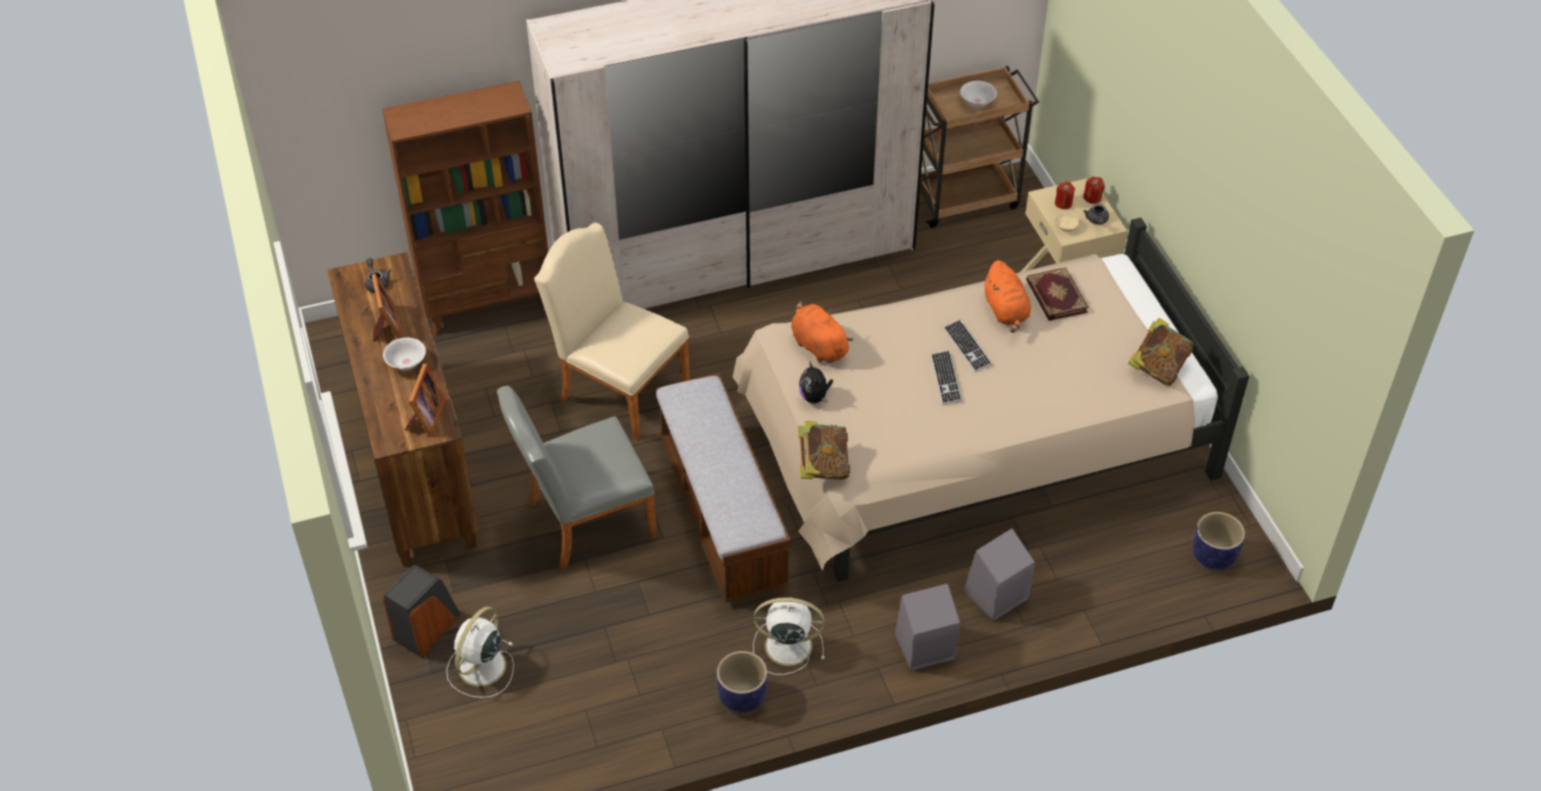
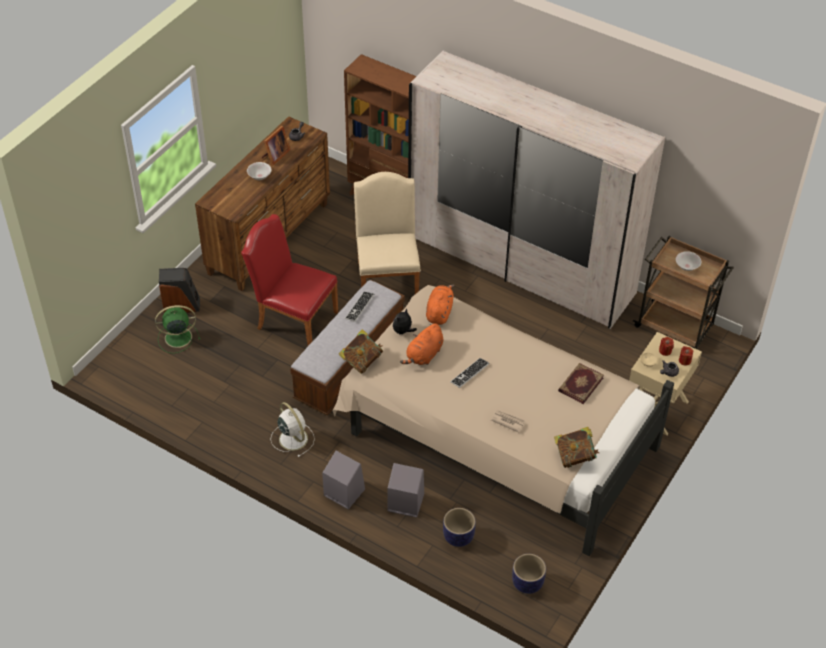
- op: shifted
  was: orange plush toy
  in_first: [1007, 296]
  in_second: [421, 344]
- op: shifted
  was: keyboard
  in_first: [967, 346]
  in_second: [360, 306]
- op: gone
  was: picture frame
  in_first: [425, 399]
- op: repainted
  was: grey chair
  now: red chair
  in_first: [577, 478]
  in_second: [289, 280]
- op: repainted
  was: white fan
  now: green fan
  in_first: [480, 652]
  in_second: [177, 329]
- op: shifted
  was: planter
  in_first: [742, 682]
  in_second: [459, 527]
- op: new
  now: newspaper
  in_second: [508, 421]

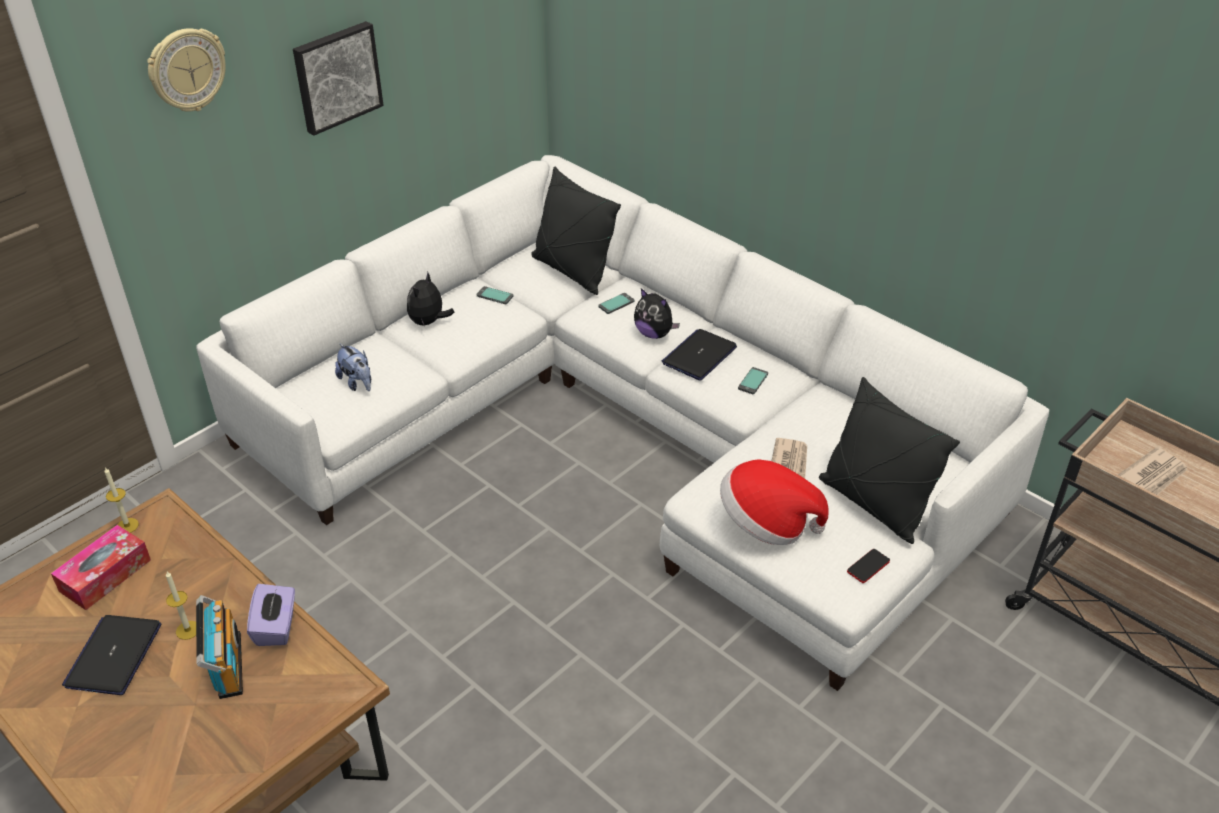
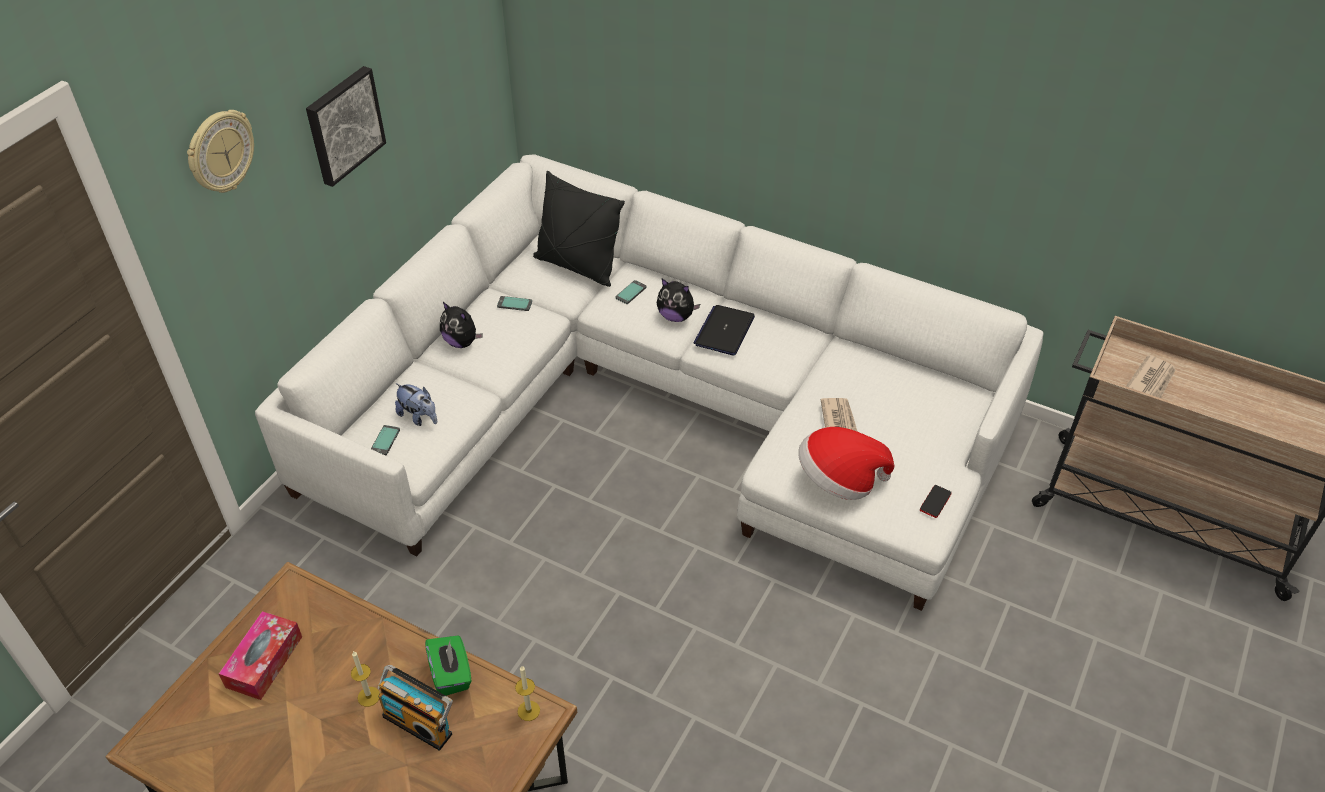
- op: rotated
  was: plush toy
  in_first: [430, 299]
  in_second: [461, 325]
  clockwise: -60
- op: shifted
  was: phone
  in_first: [753, 380]
  in_second: [385, 440]
- op: gone
  was: black pillow
  in_first: [889, 460]
- op: shifted
  was: candle
  in_first: [121, 500]
  in_second: [527, 693]
- op: repainted
  was: purple tissue box
  now: green tissue box
  in_first: [271, 615]
  in_second: [448, 665]
- op: rotated
  was: radio
  in_first: [219, 647]
  in_second: [415, 708]
  clockwise: 150
- op: gone
  was: laptop
  in_first: [111, 655]

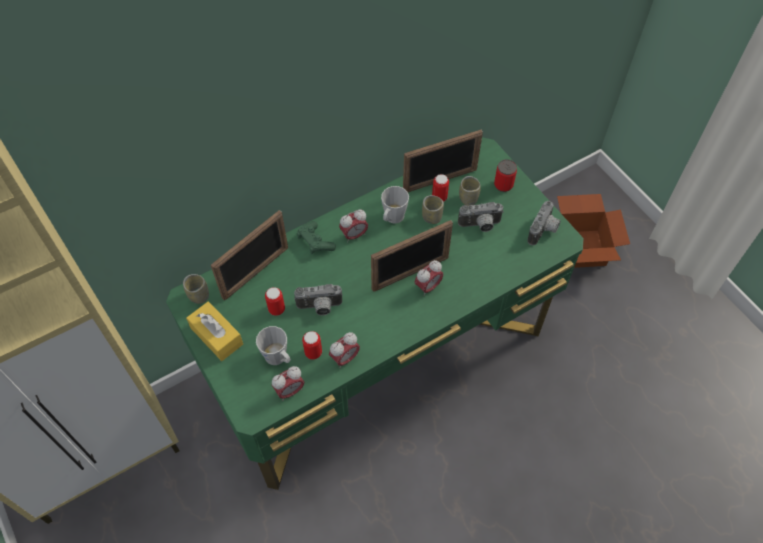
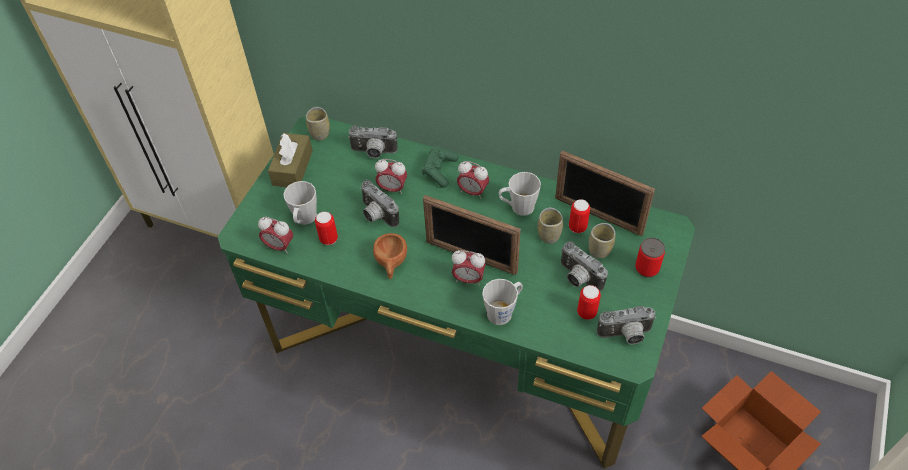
- op: swapped
  was: picture frame
  now: photo camera
  in_first: [249, 255]
  in_second: [373, 141]
- op: shifted
  was: can
  in_first: [275, 301]
  in_second: [589, 302]
- op: repainted
  was: yellow tissue box
  now: brown tissue box
  in_first: [214, 331]
  in_second: [290, 160]
- op: shifted
  was: alarm clock
  in_first: [344, 350]
  in_second: [391, 176]
- op: new
  now: brown cup
  in_second: [390, 256]
- op: new
  now: grey mug
  in_second: [502, 302]

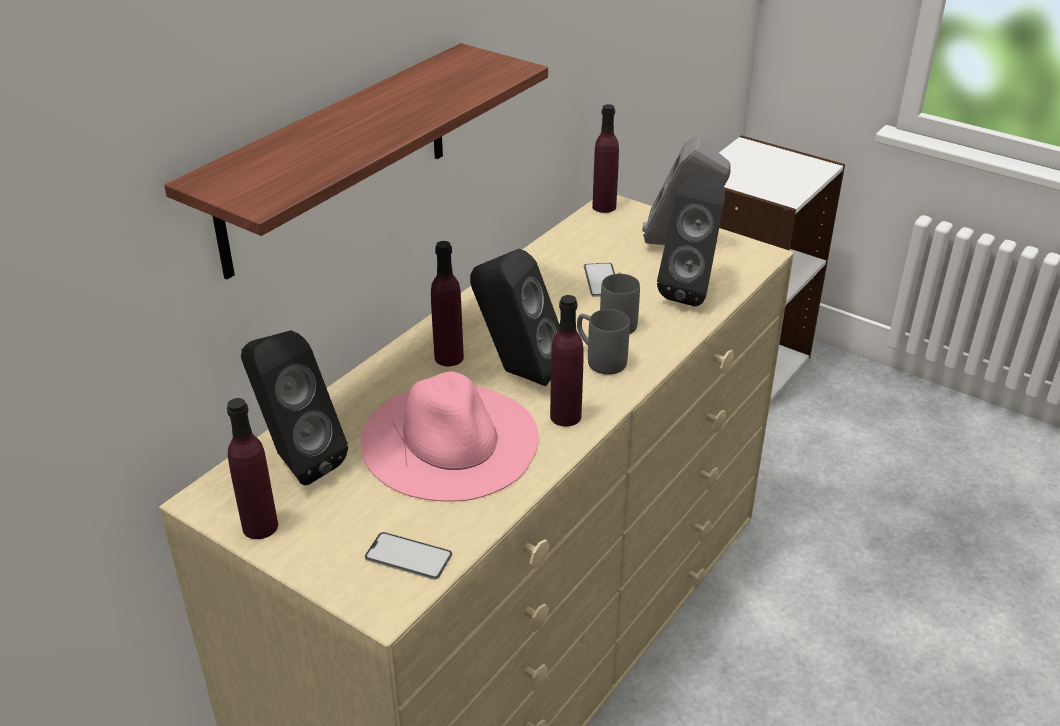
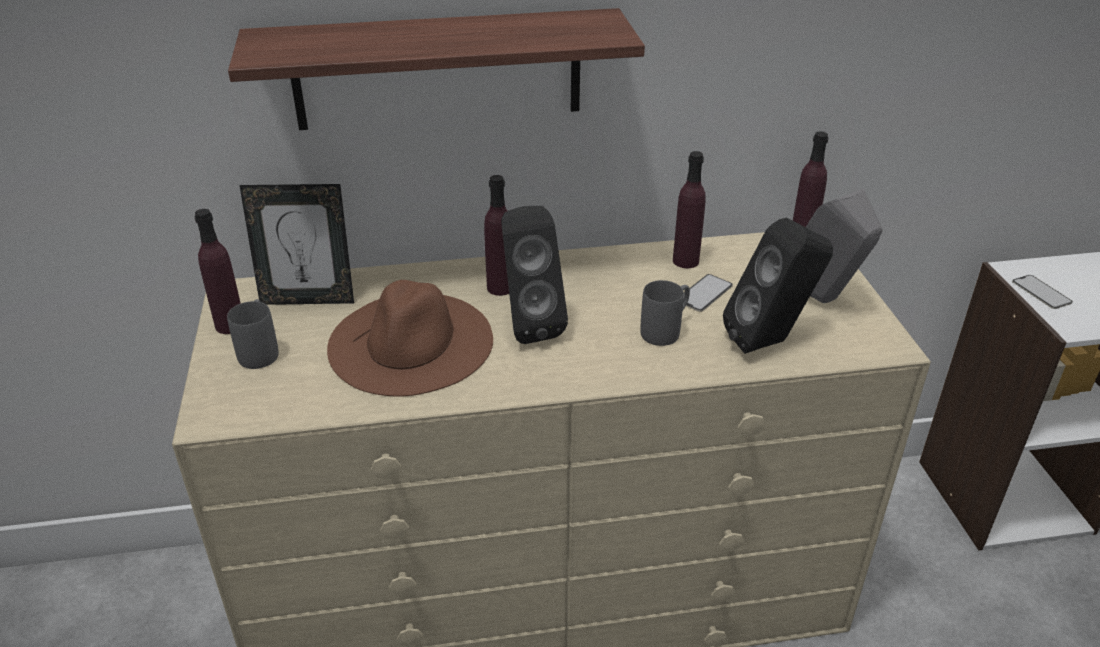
- op: shifted
  was: purple bottle
  in_first: [566, 361]
  in_second: [689, 209]
- op: shifted
  was: grey mug
  in_first: [603, 342]
  in_second: [253, 334]
- op: swapped
  was: black speaker
  now: picture frame
  in_first: [294, 407]
  in_second: [296, 244]
- op: repainted
  was: pink hat
  now: brown hat
  in_first: [450, 436]
  in_second: [410, 338]
- op: shifted
  was: phone
  in_first: [408, 556]
  in_second: [1042, 292]

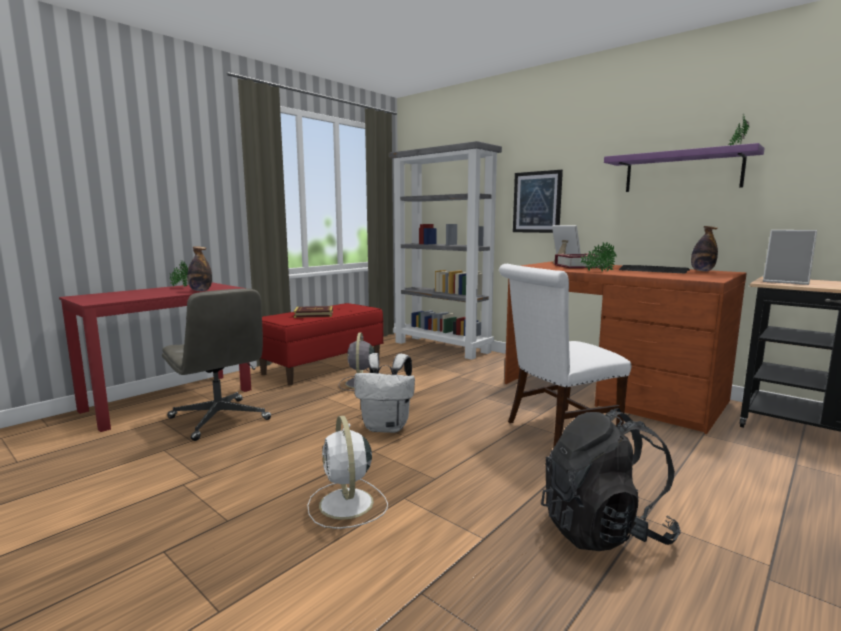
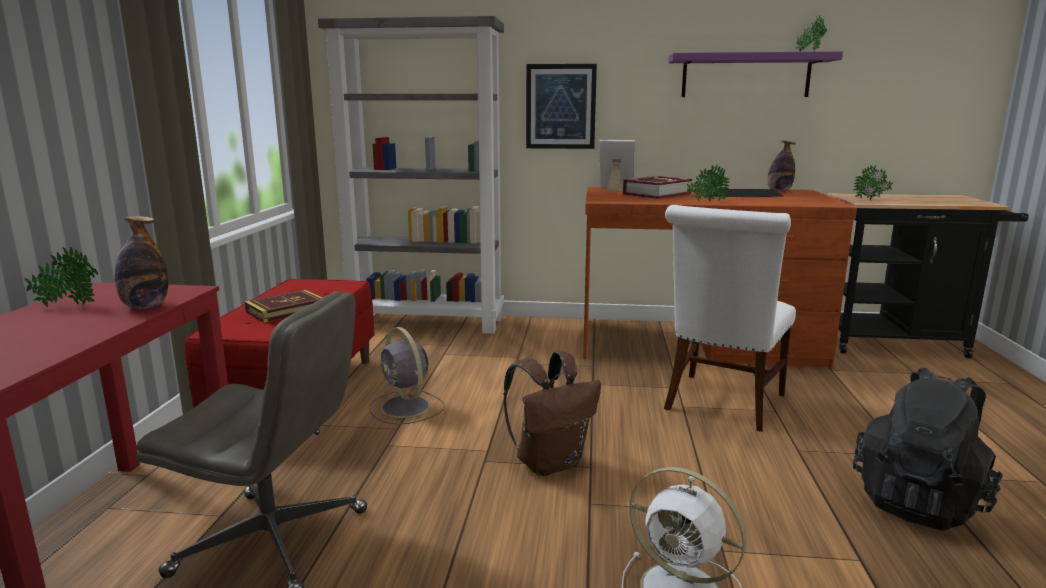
- op: swapped
  was: picture frame
  now: potted plant
  in_first: [790, 257]
  in_second: [873, 182]
- op: repainted
  was: white backpack
  now: brown backpack
  in_first: [385, 393]
  in_second: [552, 413]

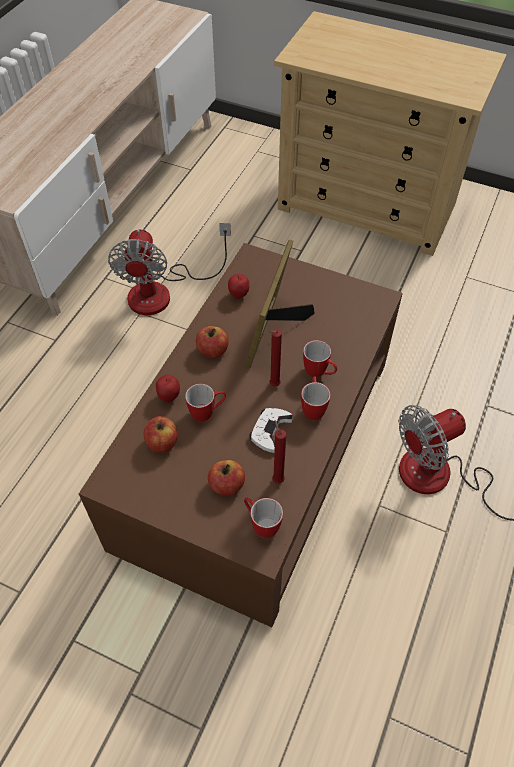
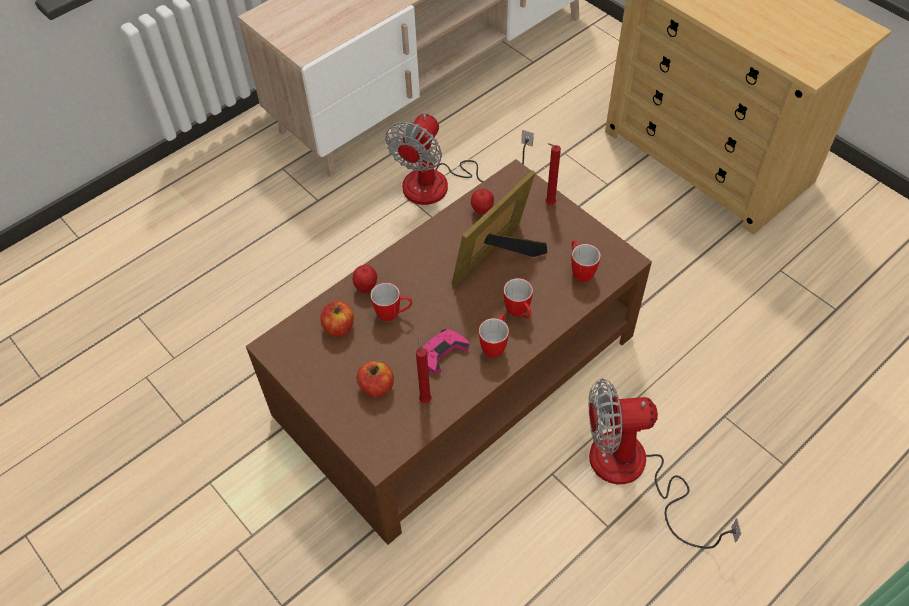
- op: gone
  was: apple
  in_first: [212, 342]
- op: shifted
  was: red candle
  in_first: [275, 358]
  in_second: [553, 174]
- op: repainted
  was: white game controller
  now: pink game controller
  in_first: [271, 430]
  in_second: [445, 351]
- op: shifted
  was: mug
  in_first: [263, 518]
  in_second: [586, 261]

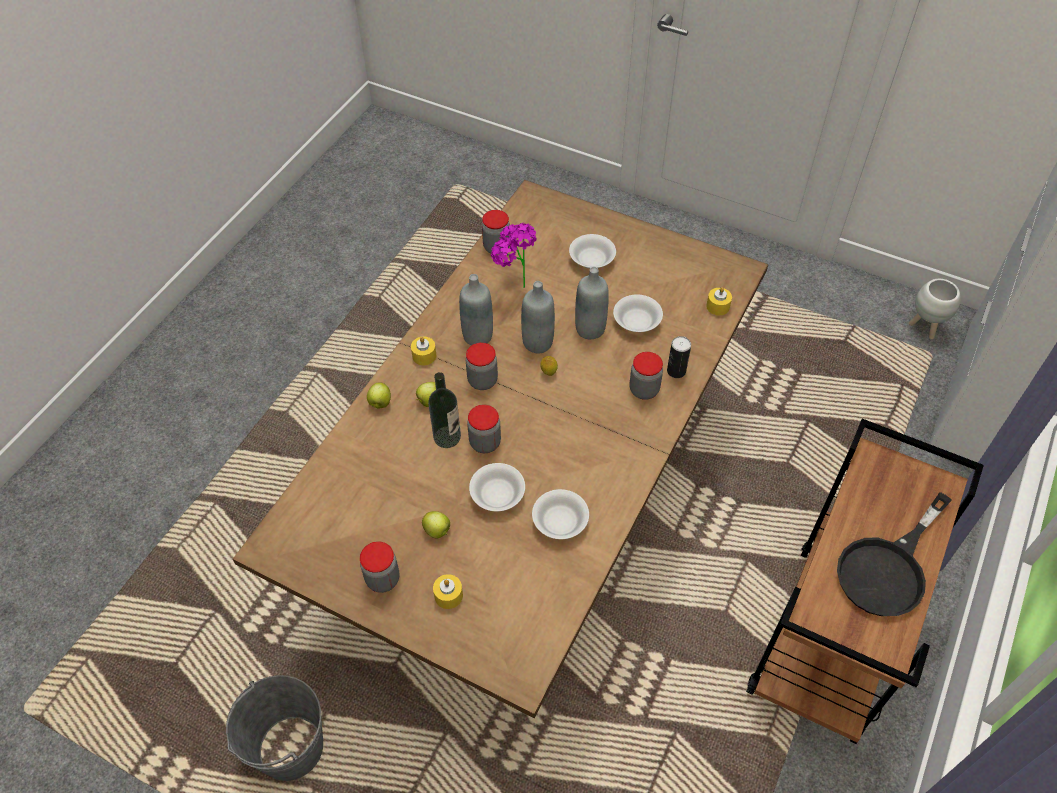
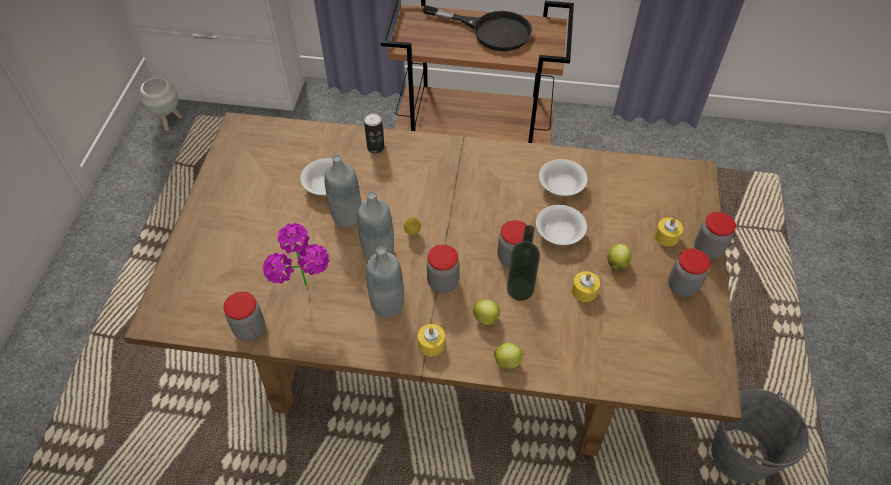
- op: gone
  was: white bowl
  in_first: [592, 251]
- op: shifted
  was: yellow candle
  in_first: [719, 301]
  in_second: [586, 286]
- op: shifted
  was: jar
  in_first: [646, 376]
  in_second: [715, 235]

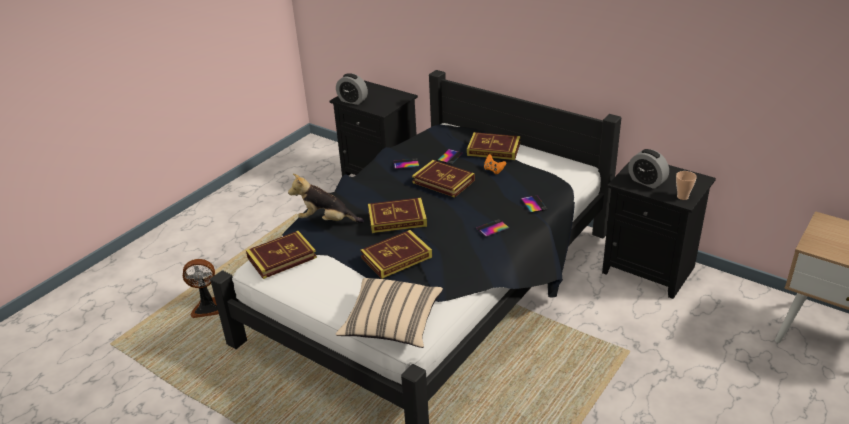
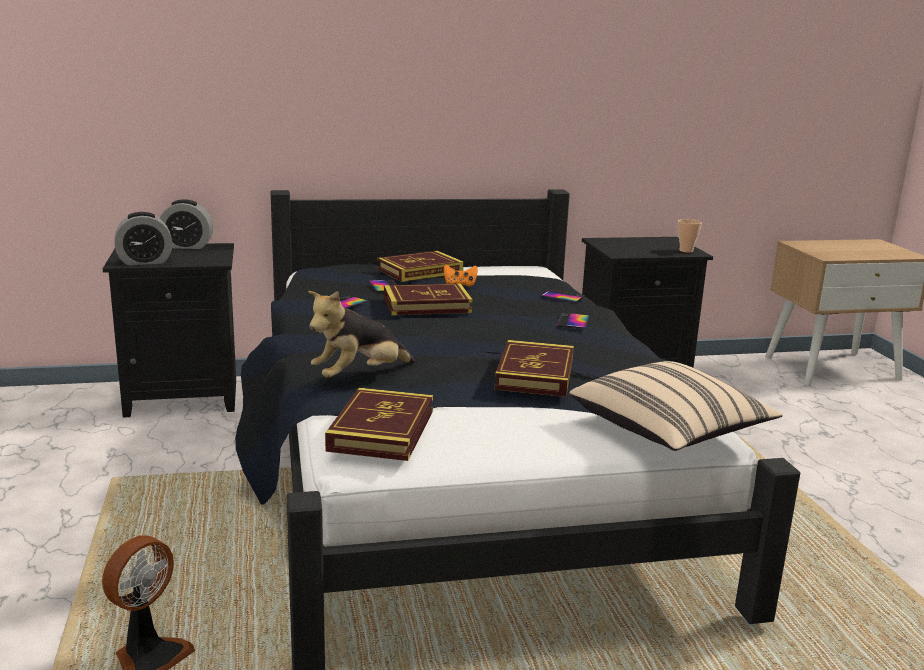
- op: shifted
  was: alarm clock
  in_first: [648, 169]
  in_second: [186, 224]
- op: gone
  was: book
  in_first: [397, 215]

